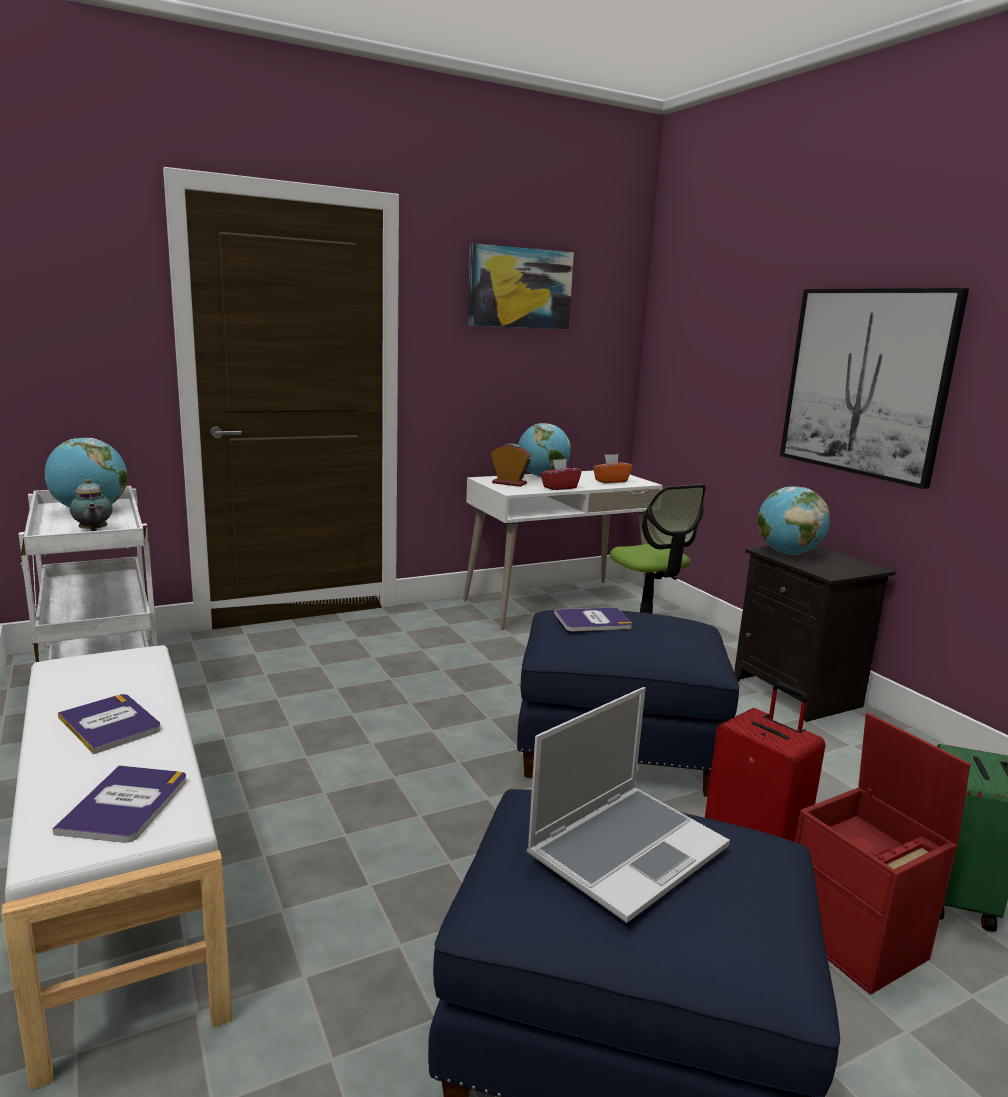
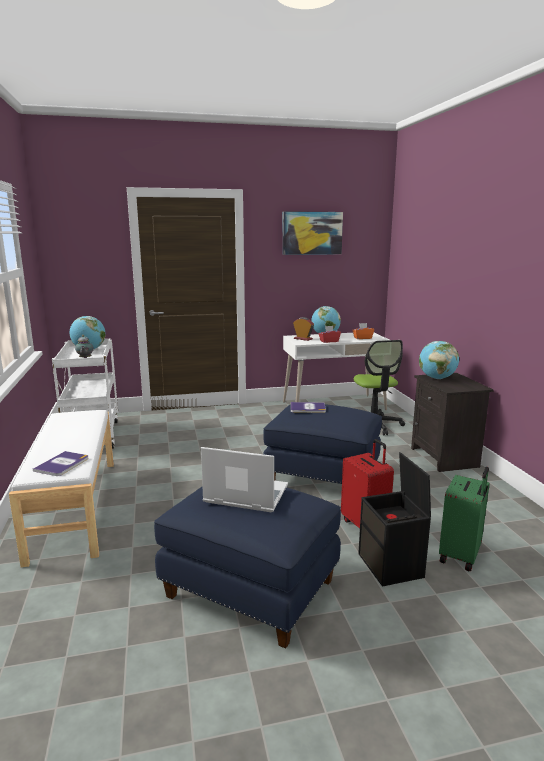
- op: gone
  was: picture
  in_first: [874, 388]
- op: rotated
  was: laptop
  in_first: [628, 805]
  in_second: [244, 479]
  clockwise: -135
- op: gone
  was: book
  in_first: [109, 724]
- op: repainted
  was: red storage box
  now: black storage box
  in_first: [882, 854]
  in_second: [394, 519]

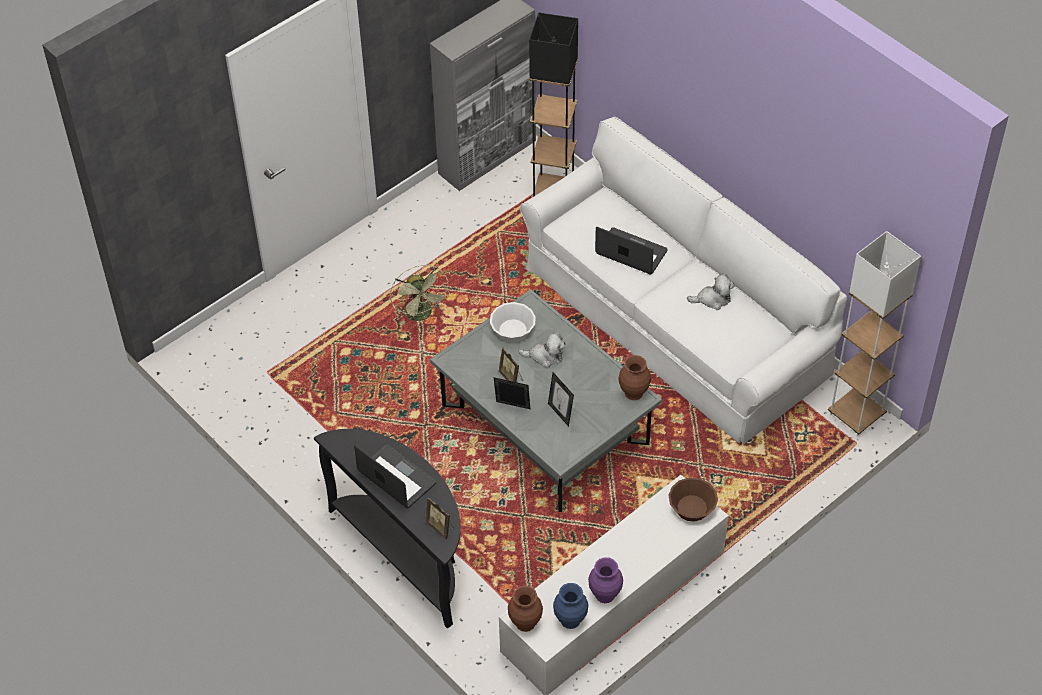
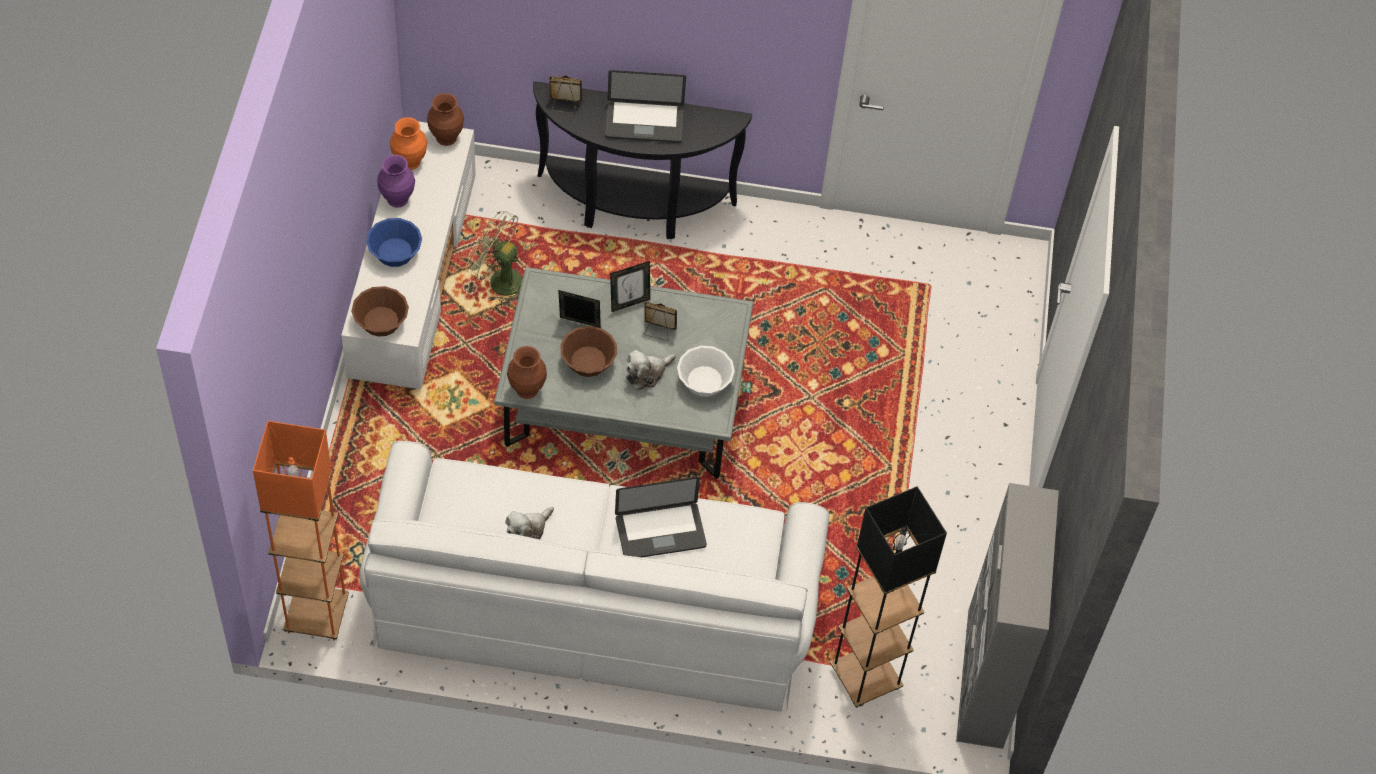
- op: repainted
  was: white floor lamp
  now: orange floor lamp
  in_first: [874, 333]
  in_second: [301, 531]
- op: shifted
  was: green fan
  in_first: [420, 295]
  in_second: [494, 258]
- op: repainted
  was: blue vase
  now: orange vase
  in_first: [570, 606]
  in_second: [408, 143]
- op: new
  now: blue bowl
  in_second: [394, 242]
- op: new
  now: brown bowl
  in_second: [589, 351]

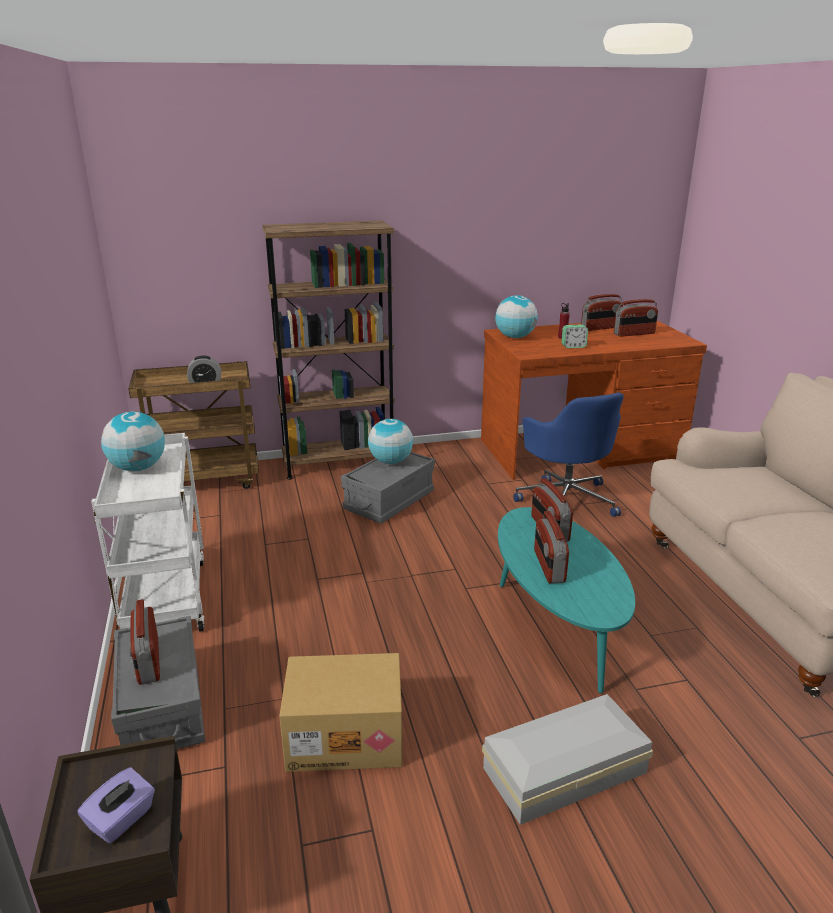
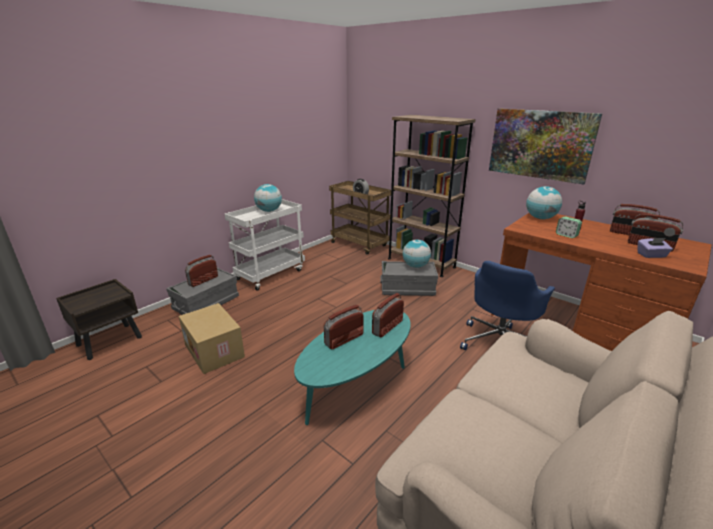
- op: gone
  was: white storage box
  in_first: [567, 759]
- op: shifted
  was: purple tissue box
  in_first: [116, 805]
  in_second: [655, 248]
- op: new
  now: picture
  in_second: [545, 146]

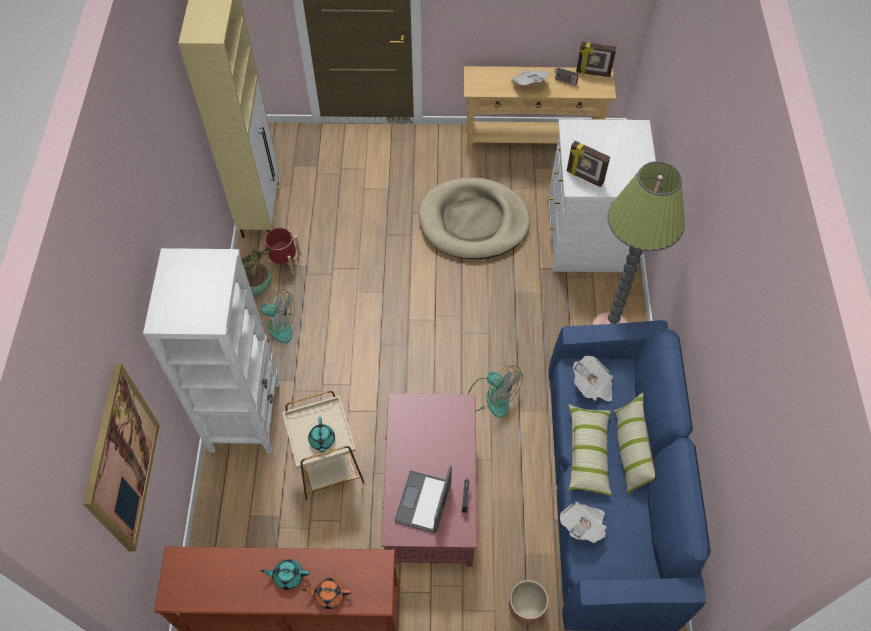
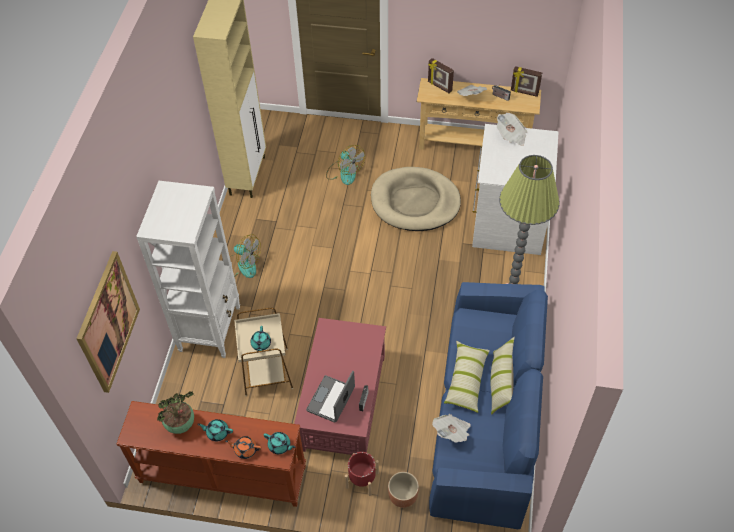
- op: shifted
  was: picture frame
  in_first: [588, 164]
  in_second: [441, 75]
- op: shifted
  was: red planter
  in_first: [282, 251]
  in_second: [362, 474]
- op: shifted
  was: potted plant
  in_first: [256, 271]
  in_second: [176, 412]
- op: shifted
  was: newspaper
  in_first: [593, 379]
  in_second: [512, 129]
- op: shifted
  was: fan
  in_first: [495, 391]
  in_second: [345, 165]
- op: new
  now: turquoise teapot
  in_second: [279, 443]

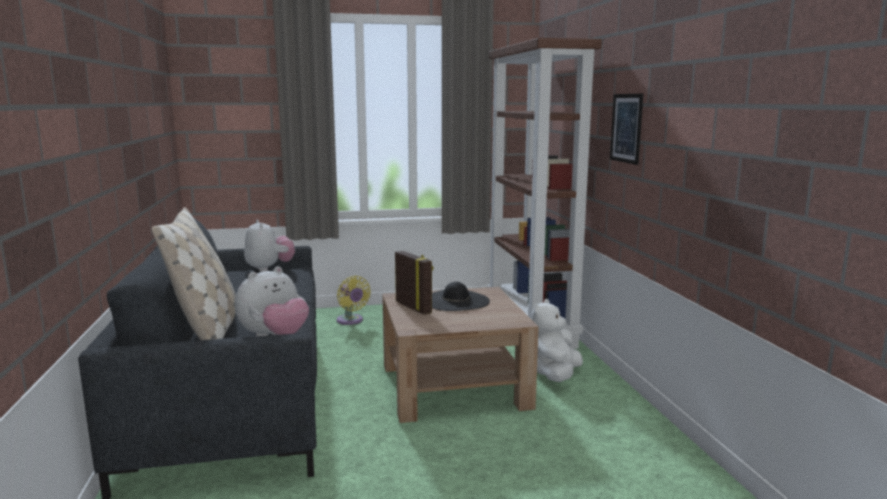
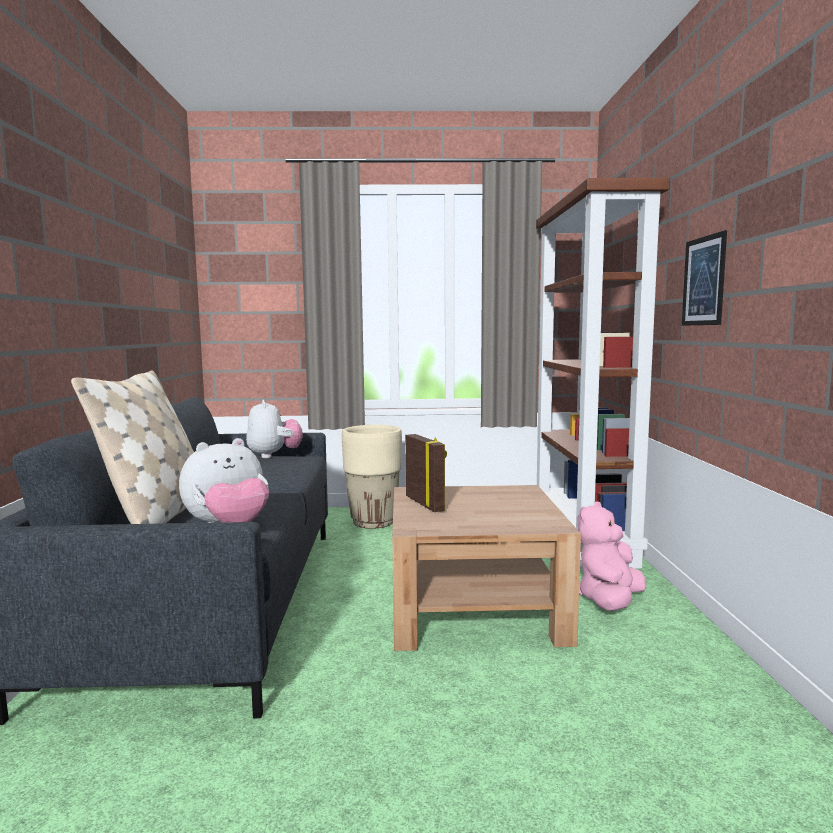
- op: swapped
  was: yellow fan
  now: beige planter
  in_first: [354, 300]
  in_second: [372, 477]
- op: gone
  was: black hat
  in_first: [461, 296]
- op: repainted
  was: white plush toy
  now: pink plush toy
  in_first: [557, 340]
  in_second: [612, 556]

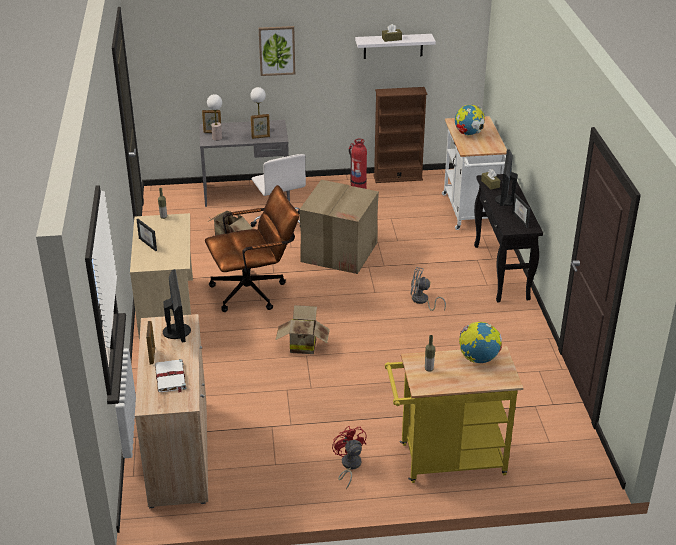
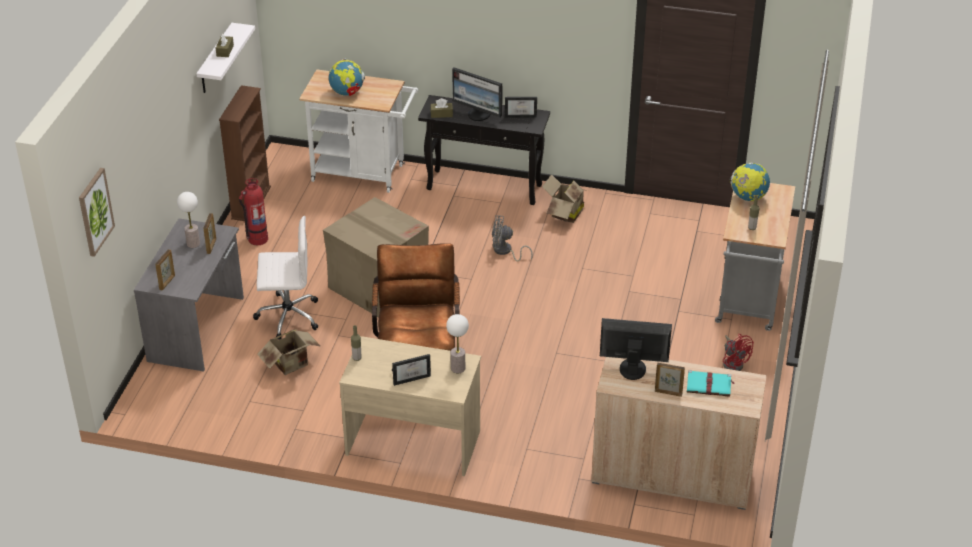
- op: shifted
  was: picture
  in_first: [277, 51]
  in_second: [97, 212]
- op: shifted
  was: table lamp
  in_first: [214, 117]
  in_second: [457, 343]
- op: rotated
  was: grey fan
  in_first: [428, 289]
  in_second: [512, 238]
  clockwise: 60
- op: shifted
  was: cardboard box
  in_first: [303, 329]
  in_second: [565, 198]
- op: repainted
  was: yellow cart
  now: grey cart
  in_first: [454, 414]
  in_second: [755, 257]
- op: repainted
  was: white book
  now: turquoise book
  in_first: [171, 375]
  in_second: [710, 383]
- op: rotated
  was: red fan
  in_first: [349, 457]
  in_second: [738, 352]
  clockwise: -120

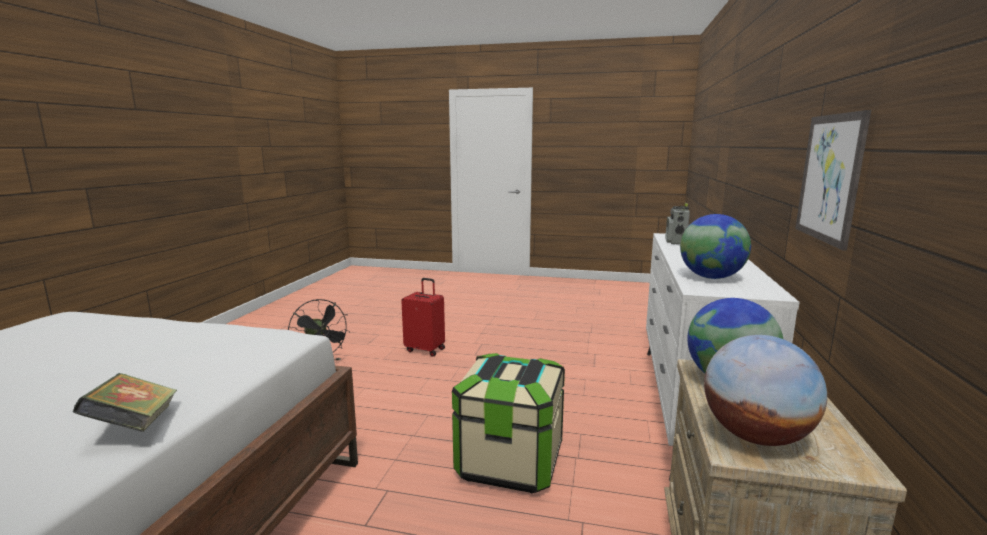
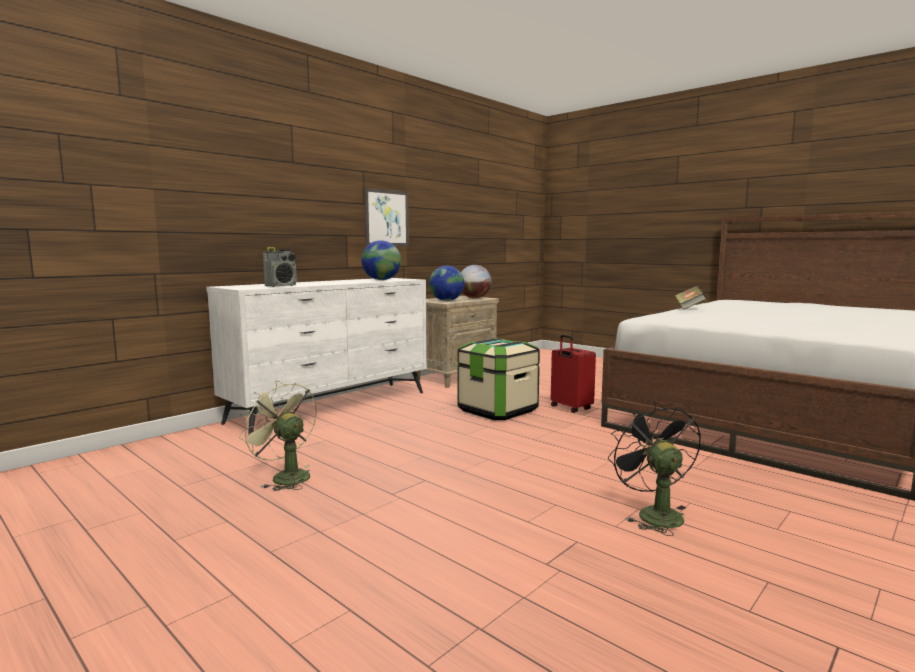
- op: shifted
  was: red suitcase
  in_first: [423, 317]
  in_second: [573, 374]
- op: new
  now: green fan
  in_second: [278, 435]

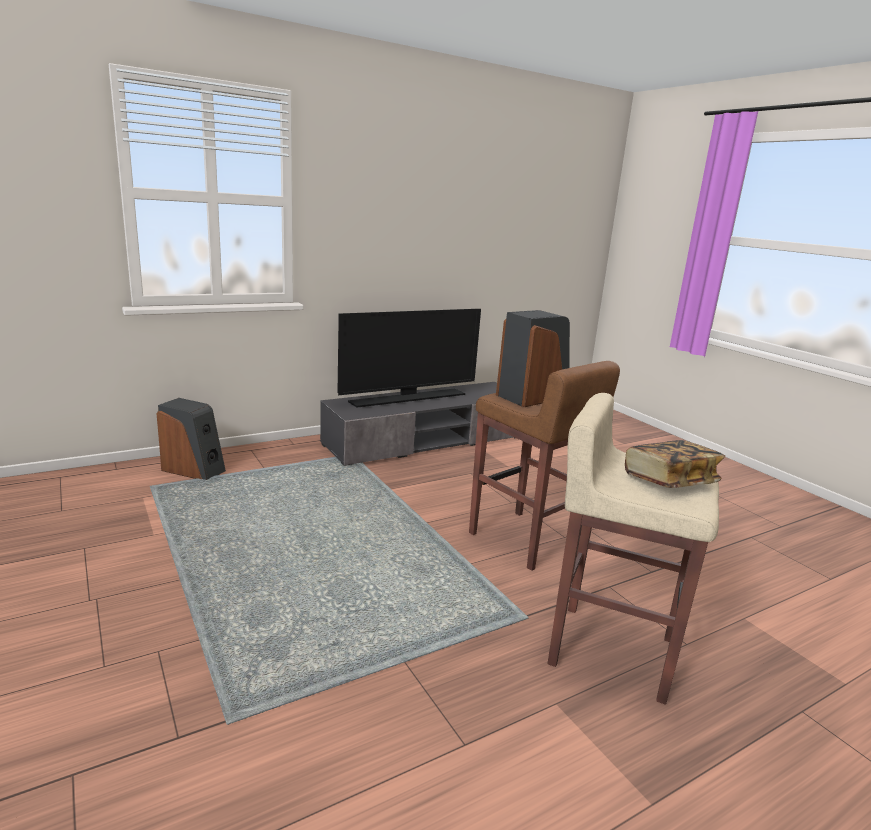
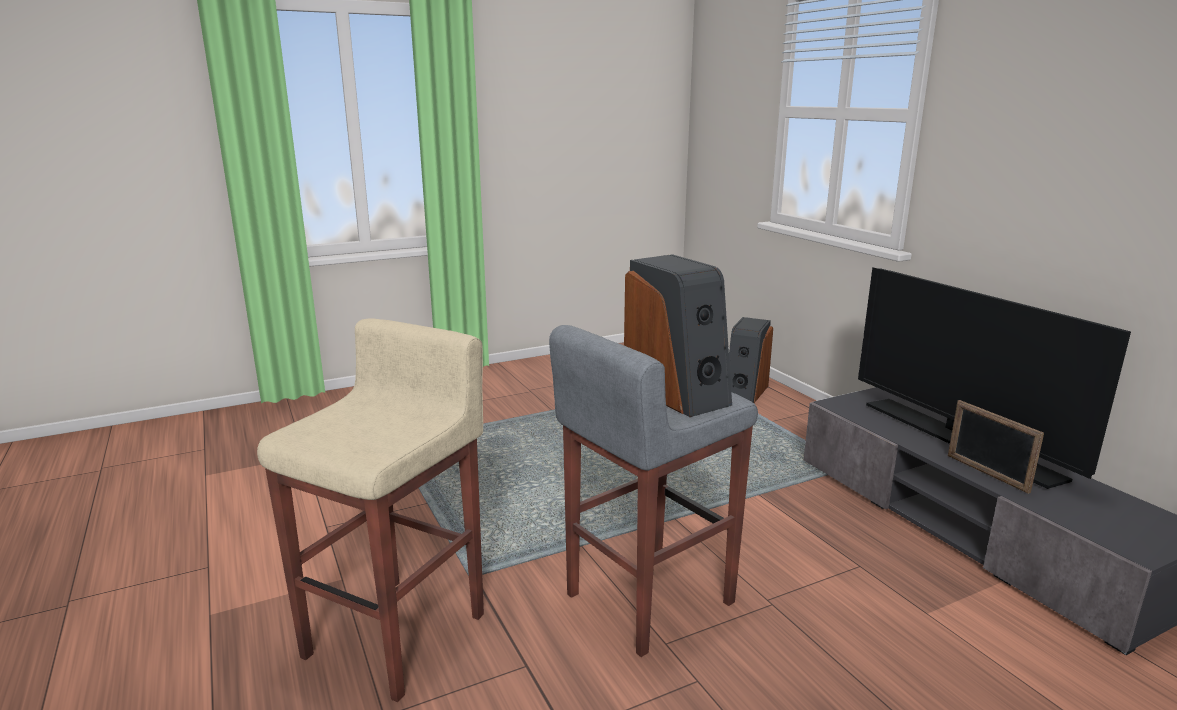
- op: repainted
  was: brown stool
  now: grey stool
  in_first: [544, 466]
  in_second: [653, 491]
- op: gone
  was: book
  in_first: [675, 464]
- op: new
  now: picture frame
  in_second: [996, 447]

